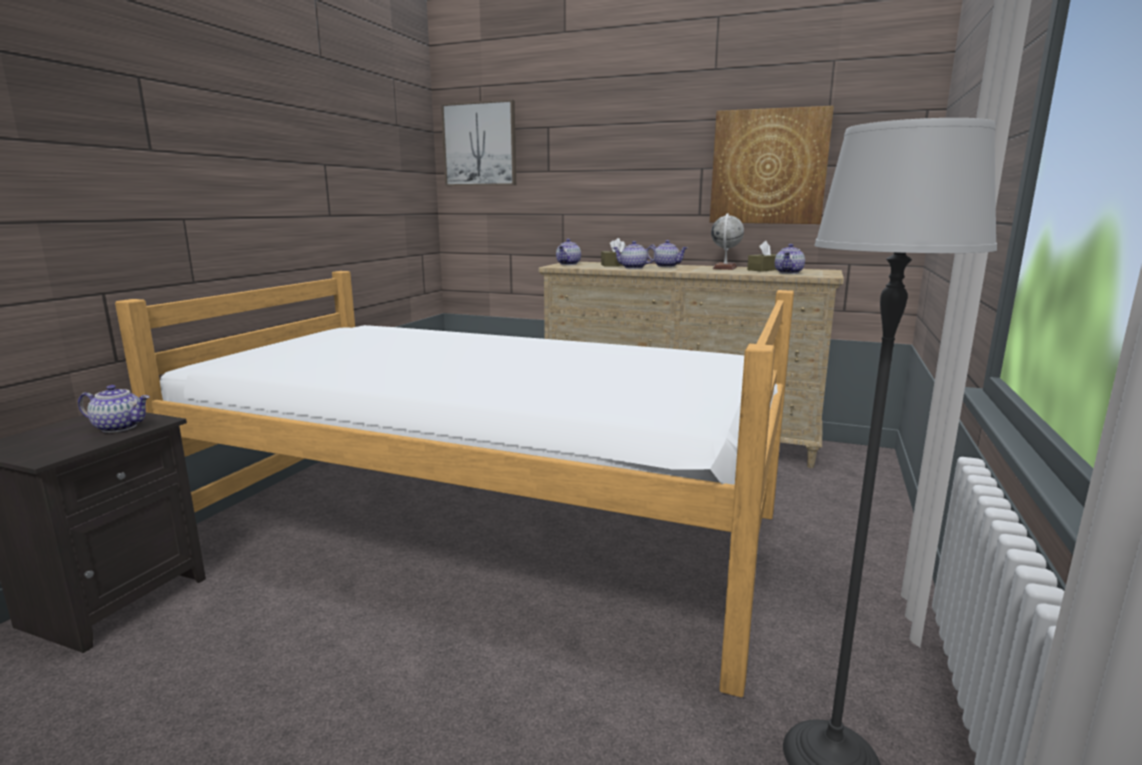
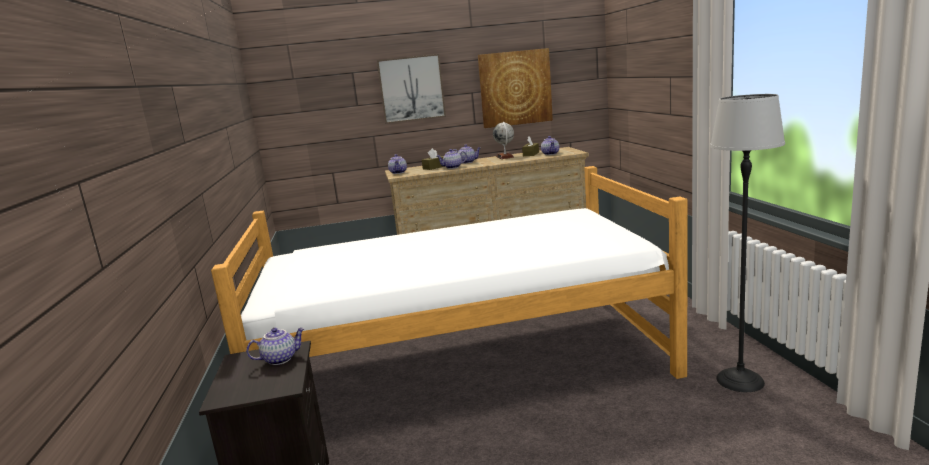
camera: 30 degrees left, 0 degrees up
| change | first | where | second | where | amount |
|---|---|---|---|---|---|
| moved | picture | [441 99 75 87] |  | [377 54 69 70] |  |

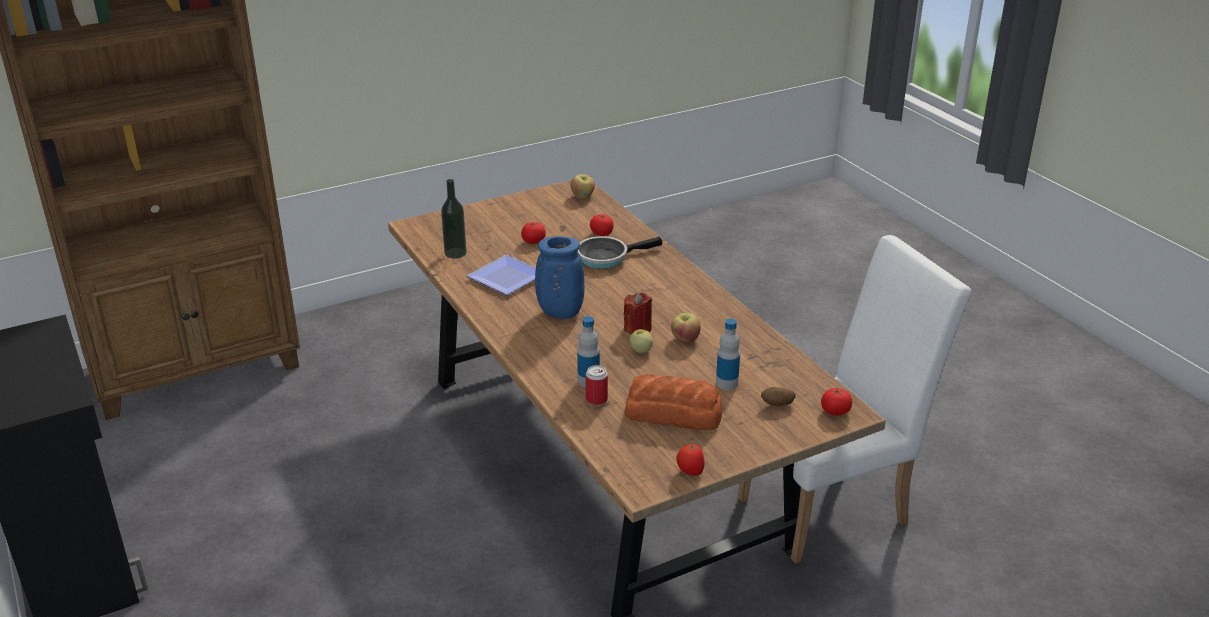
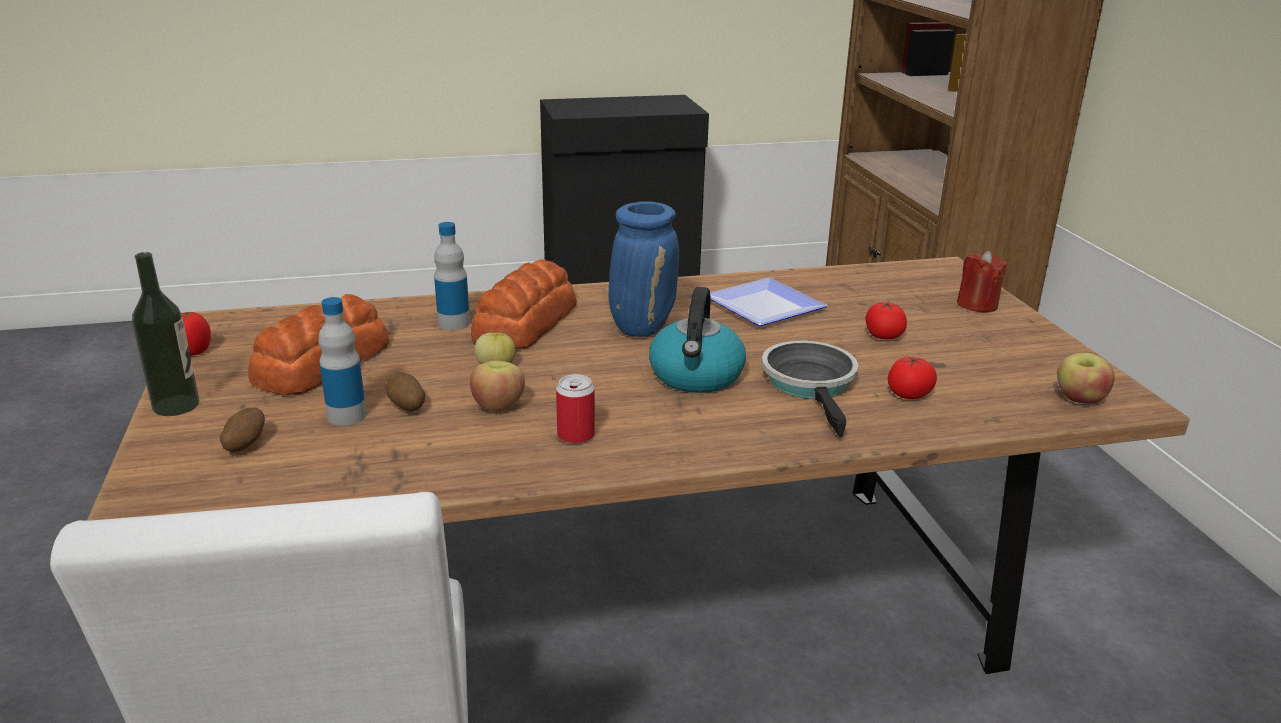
camera: 105 degrees right, 5 degrees down
| change | first | where | second | where | amount |
|---|---|---|---|---|---|
| moved | bottle | [441 179 26 80] |  | [132 252 67 164] |  |
| added |  |  | potato | [386 373 39 38] |  |
| added |  |  | bread | [471 259 106 91] |  |
| moved | can | [586 365 22 40] |  | [556 374 39 70] |  |
| added |  |  | kettle | [649 287 97 106] |  |
| moved | candle in red | [624 292 28 42] |  | [957 251 50 62] |  |
| removed | tomato | [821 388 31 28] |  |  |  |

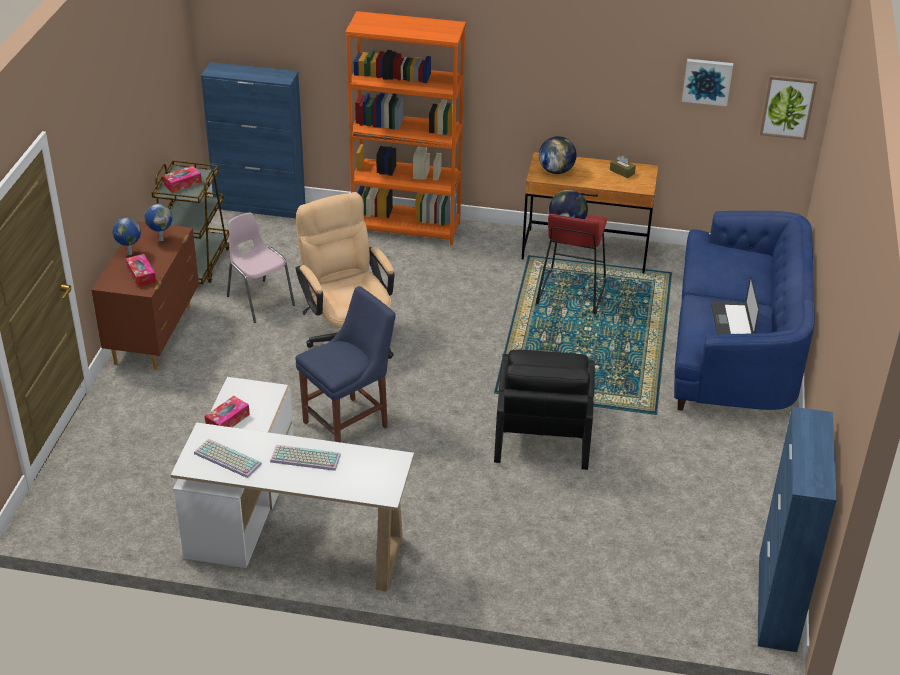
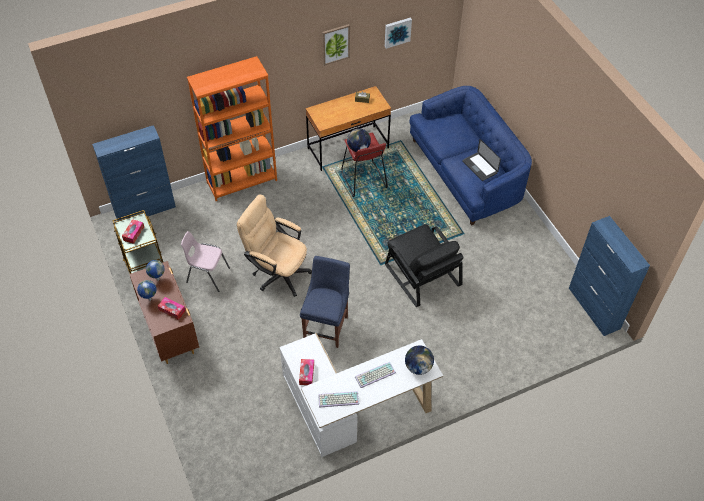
camera: 35 degrees left, 15 degrees up
| change | first | where | second | where | amount |
|---|---|---|---|---|---|
| moved | picture | [760 75 57 65] |  | [322 24 28 42] |  |
| moved | globe | [539 136 38 38] |  | [405 345 29 30] |  |

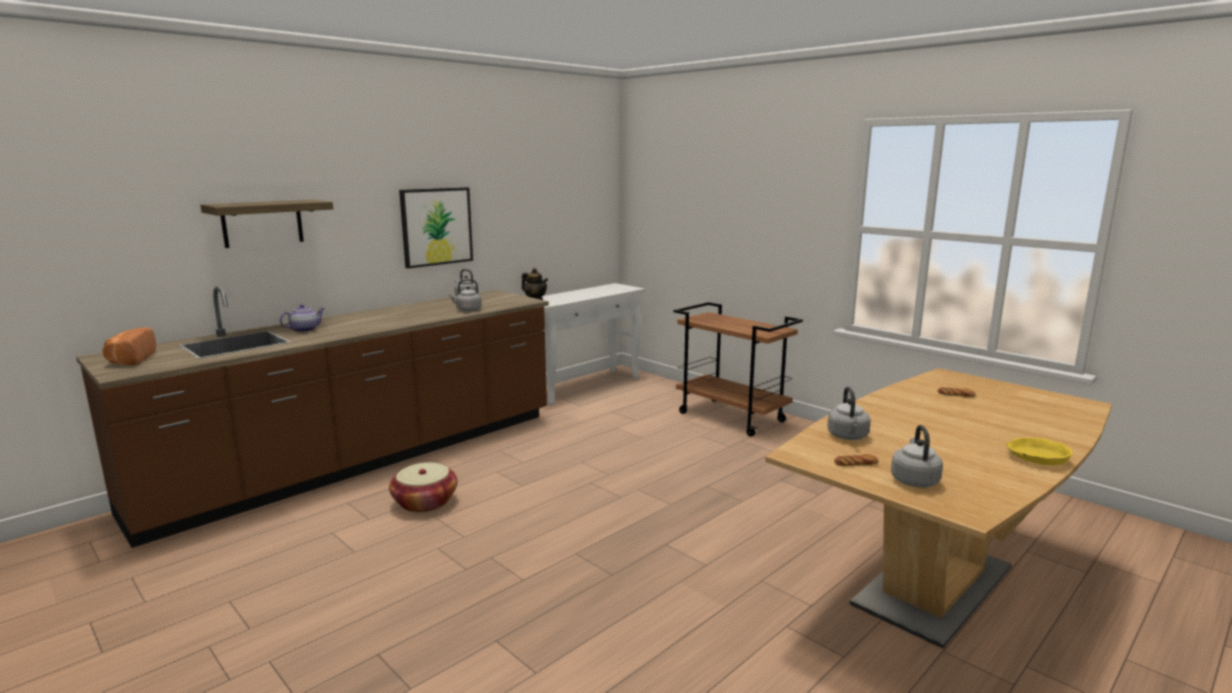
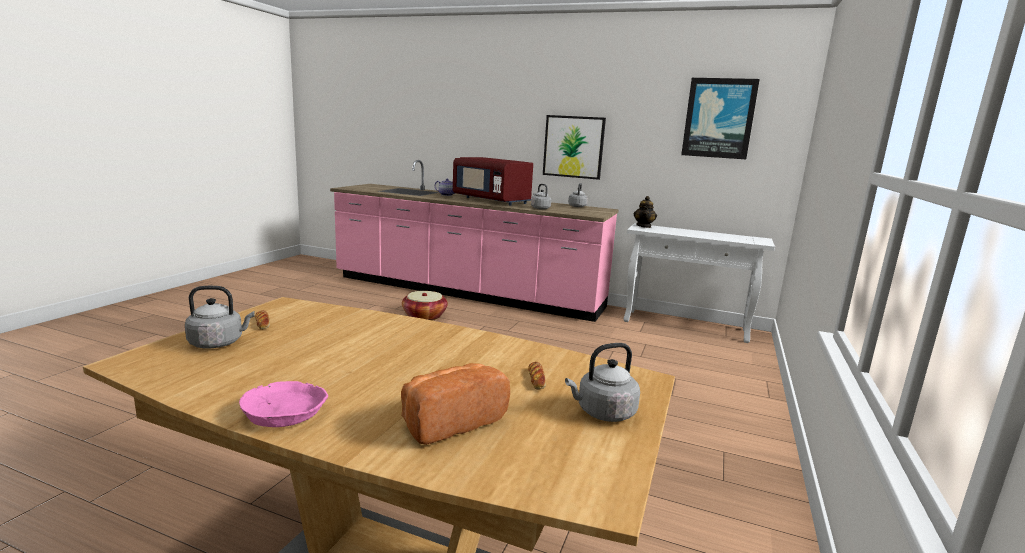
camera: 65 degrees right, 0 degrees up
| change | first | where | second | where | amount |
|---|---|---|---|---|---|
| recoloured | bowl in yellow | [1006 438 67 27] | bowl in pink | [239 381 89 46] |  |
| recoloured | counter in brown | [76 286 473 262] | counter in pink | [330 160 289 162] |  |
| moved | bread | [102 327 54 38] |  | [401 363 109 82] |  |
| added |  |  | microwave in red | [453 157 80 49] |  |
| moved | kettle in grey | [827 387 44 53] |  | [565 343 75 79] |  |
| added |  |  | picture | [681 78 79 81] |  |
| removed | shelf | [201 200 132 48] |  |  |  |
| removed | cart in brown | [674 302 129 135] |  |  |  |

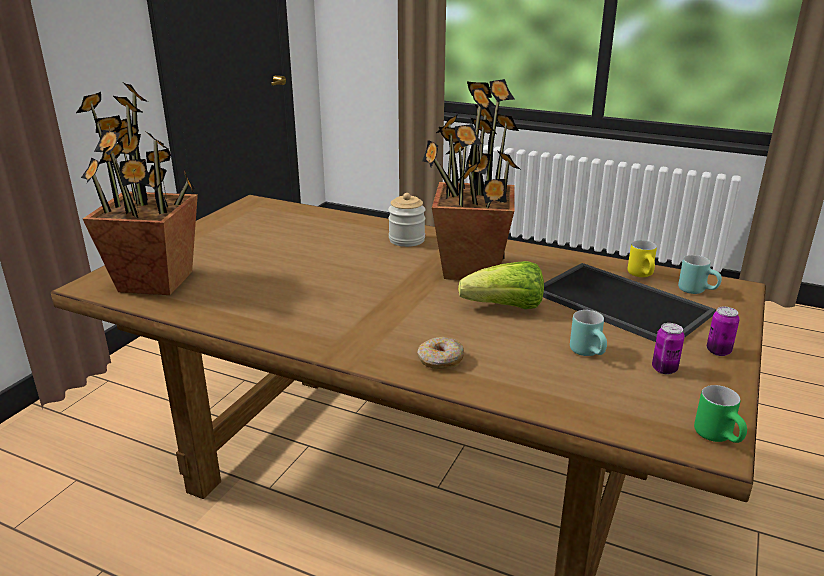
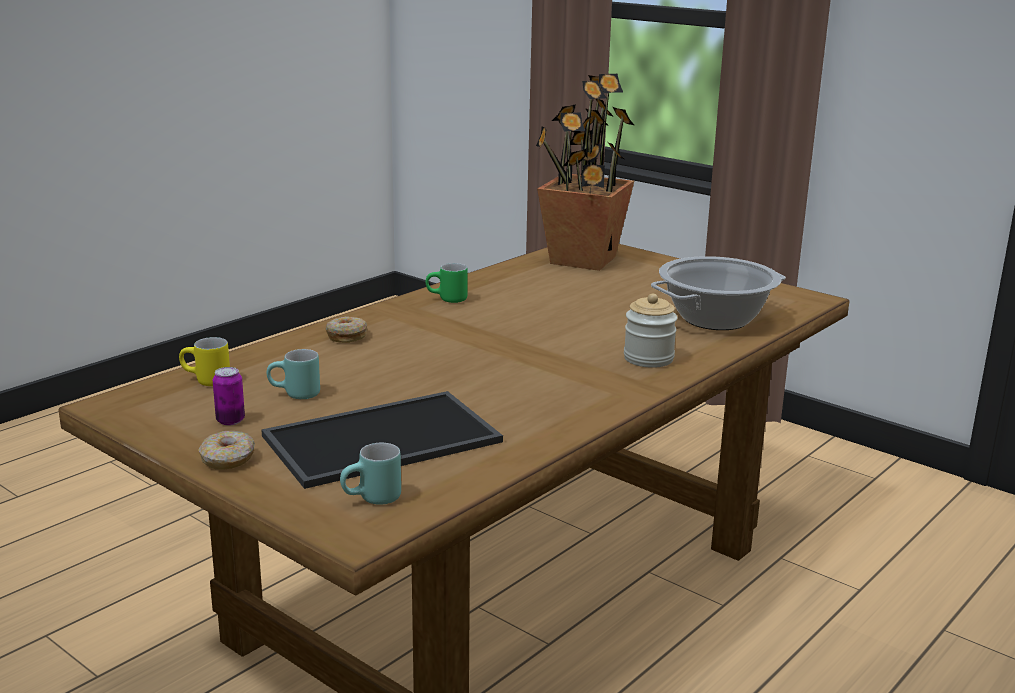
camera: 105 degrees right, 5 degrees down
| change | first | where | second | where | amount |
|---|---|---|---|---|---|
| moved | mug in yellow | [628 240 29 37] |  | [179 337 51 49] |  |
| replaced | can | [707 307 33 49] | donut | [198 431 57 39] |  |
| moved | mug in green | [694 385 53 58] |  | [426 263 42 40] |  |
| added |  |  | cooking pot | [651 256 135 74] |  |
| removed | potted plant | [422 79 98 201] |  |  |  |
| removed | lettuce | [458 261 86 48] |  |  |  |

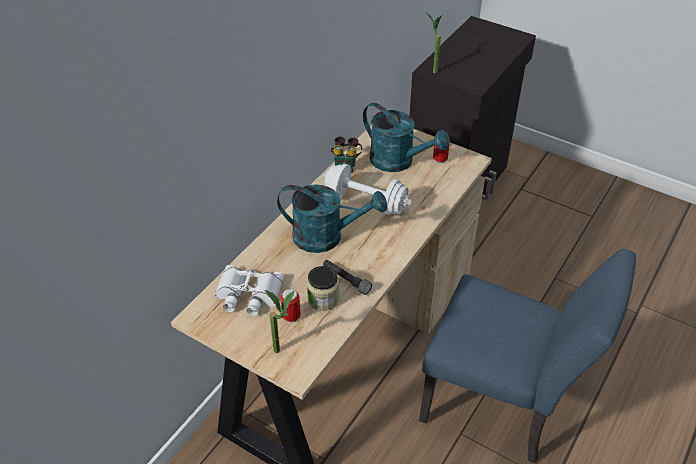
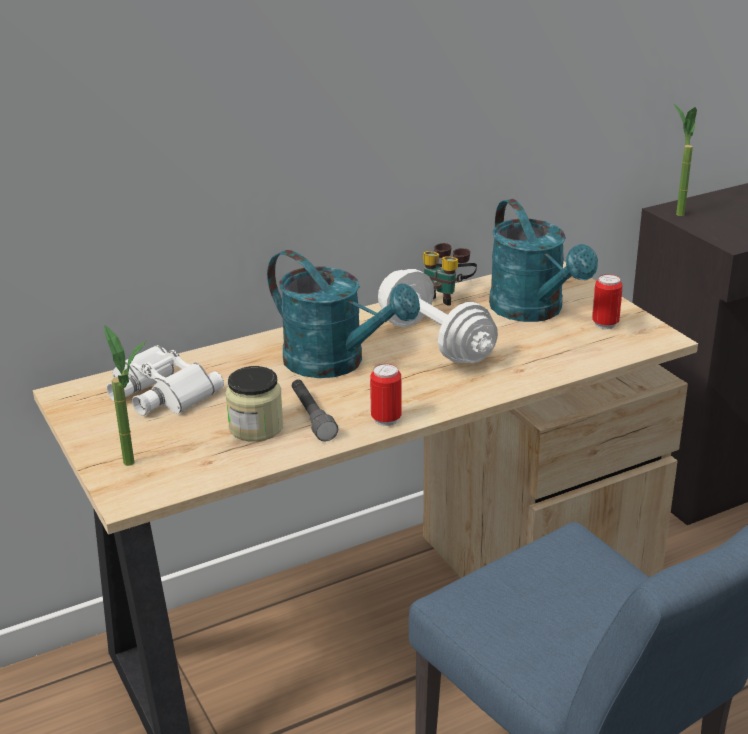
camera: 30 degrees right, 15 degrees down
| change | first | where | second | where | amount |
|---|---|---|---|---|---|
| moved | can | [280 289 21 34] |  | [370 364 32 62] |  |

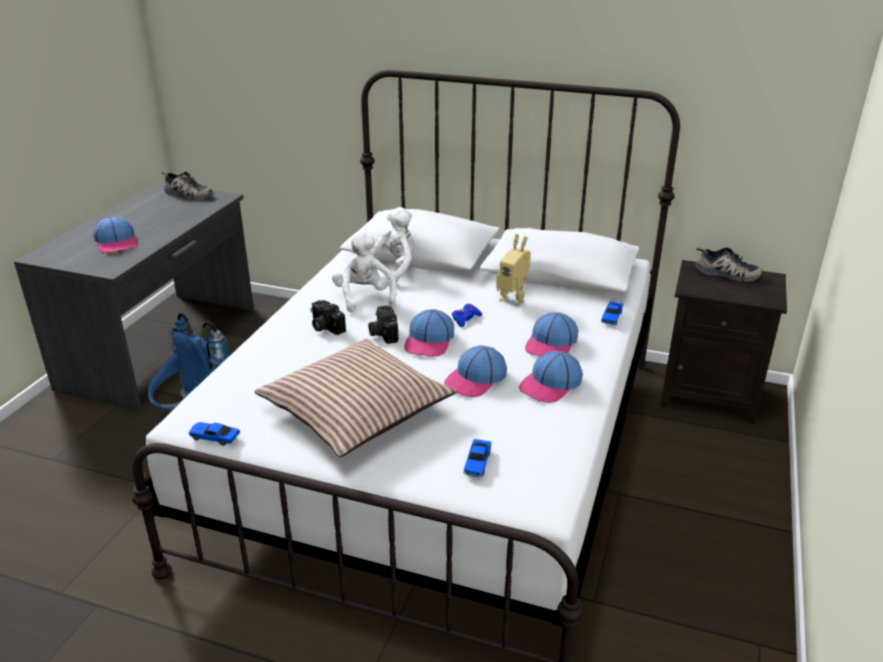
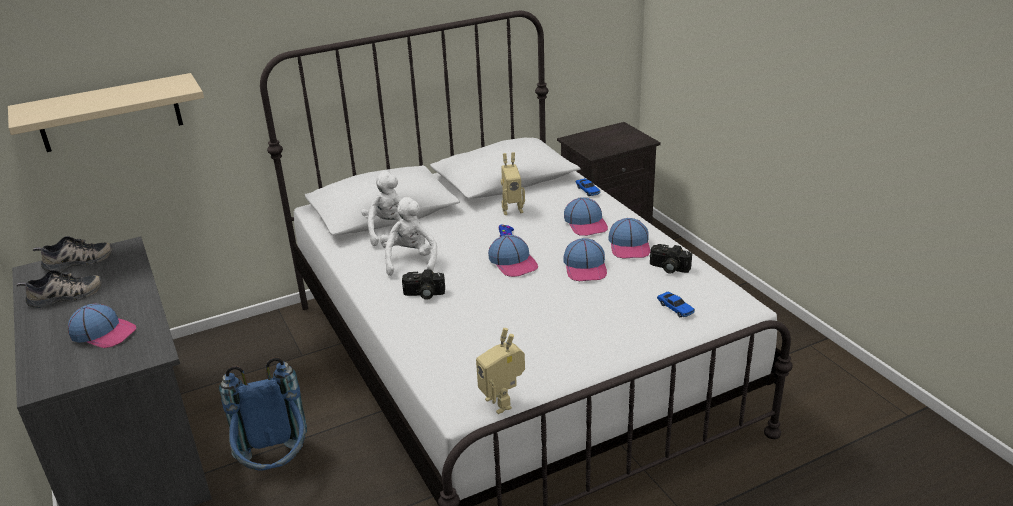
camera: 45 degrees left, 0 degrees up
| change | first | where | second | where | amount |
|---|---|---|---|---|---|
| added |  |  | shelf in beige | [8 73 196 79] |  |
| moved | shoe | [695 247 68 34] |  | [17 270 85 38] |  |
| turned | plush toy in white | [332 231 65 82] |  | [380 197 57 79] | 60 degrees clockwise |
| replaced | toy car | [189 422 51 24] | toy robot | [476 328 49 86] |  |
| moved | photo camera | [368 306 30 38] |  | [650 244 42 30] |  |
| removed | pillow | [255 339 202 118] |  |  |  |

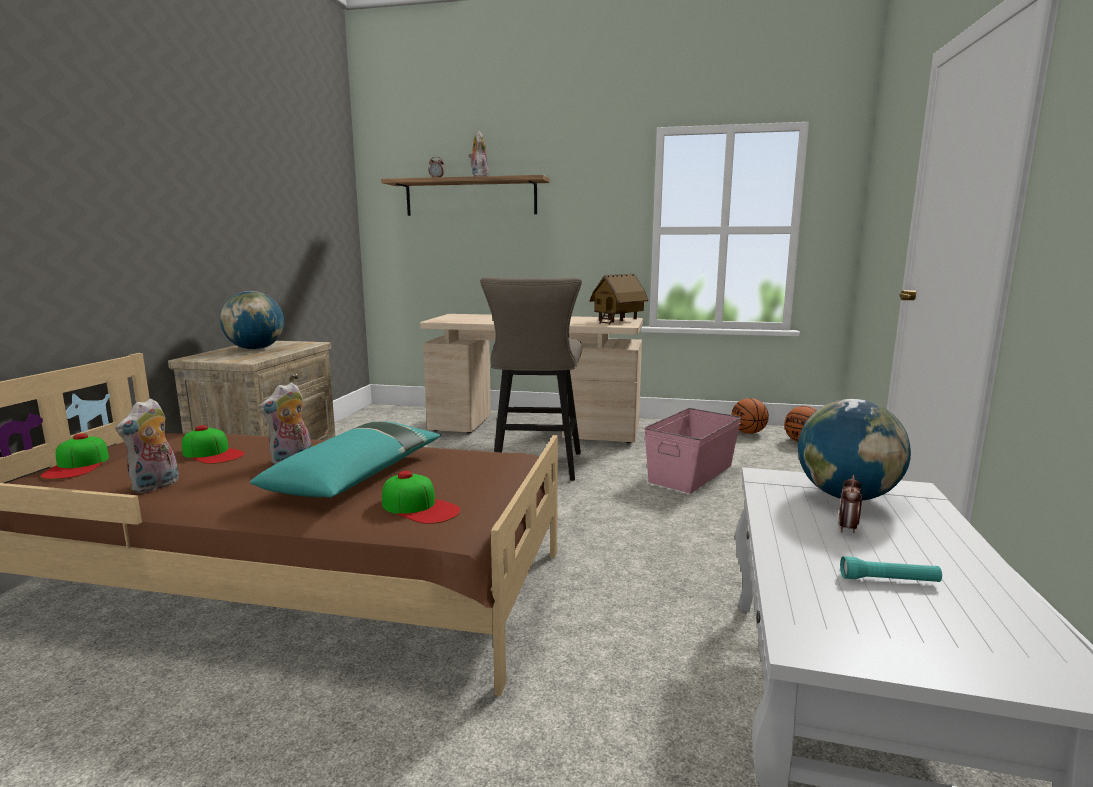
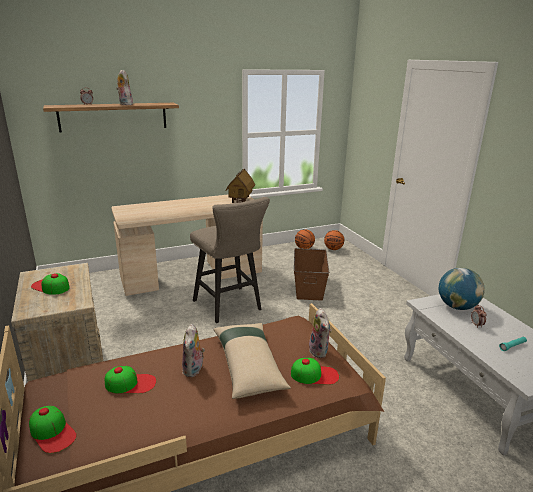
camera: 35 degrees left, 10 degrees up
| change | first | where | second | where | amount |
|---|---|---|---|---|---|
| replaced | globe | [220 291 64 59] | cap | [31 273 39 22] |  |
| recoloured | pillow in turquoise | [250 421 191 76] | pillow in beige | [214 323 77 76] |  |
| recoloured | storage box in pink | [644 408 97 85] | storage box in brown | [294 248 35 53] |  |
| moved | plush toy | [115 398 64 95] |  | [309 308 23 50] |  |

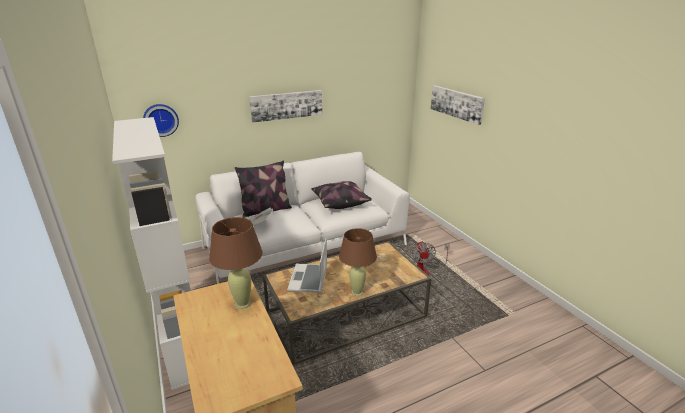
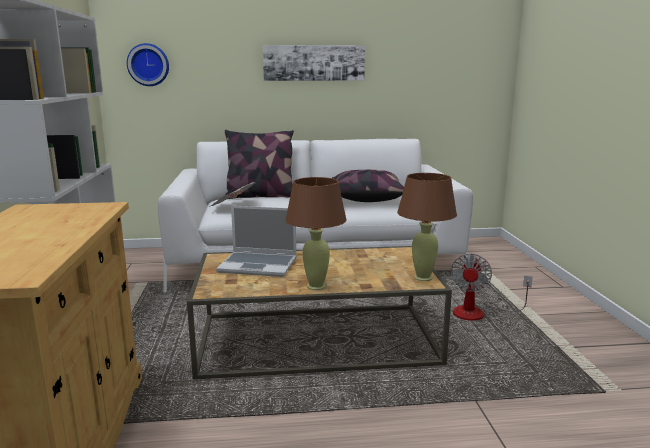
camera: 20 degrees right, 10 degrees down
| change | first | where | second | where | amount |
|---|---|---|---|---|---|
| turned | laptop | [287 238 40 55] |  | [216 206 81 71] | 105 degrees counterclockwise |
| moved | table lamp in brown | [209 217 54 92] |  | [397 173 60 108] |  |
| removed | picture | [431 86 54 39] |  |  |  |

